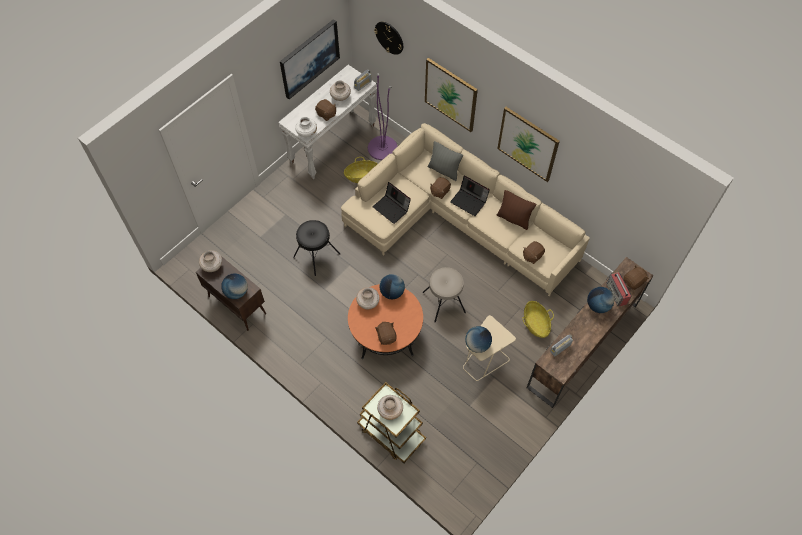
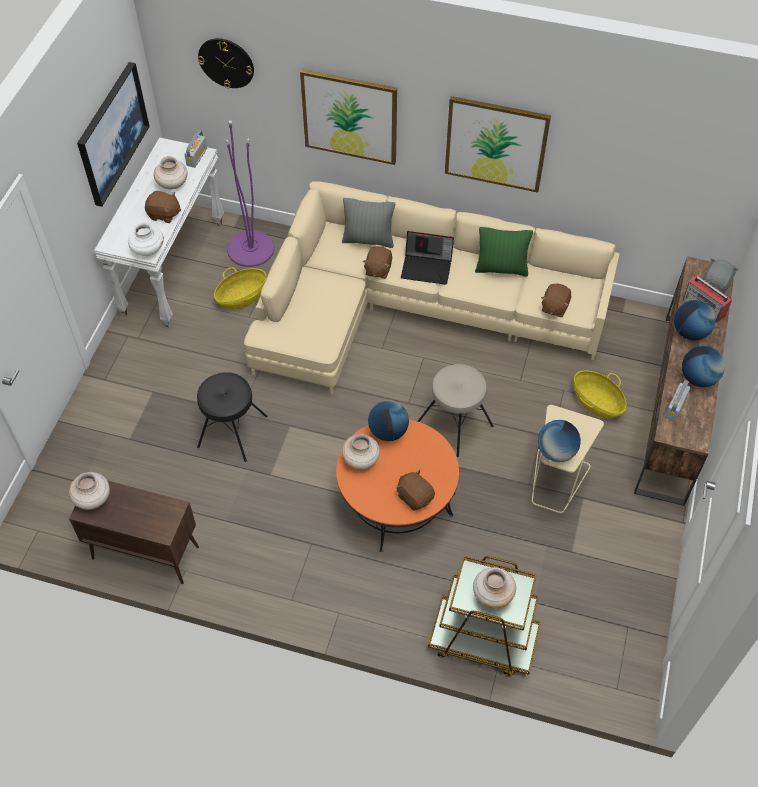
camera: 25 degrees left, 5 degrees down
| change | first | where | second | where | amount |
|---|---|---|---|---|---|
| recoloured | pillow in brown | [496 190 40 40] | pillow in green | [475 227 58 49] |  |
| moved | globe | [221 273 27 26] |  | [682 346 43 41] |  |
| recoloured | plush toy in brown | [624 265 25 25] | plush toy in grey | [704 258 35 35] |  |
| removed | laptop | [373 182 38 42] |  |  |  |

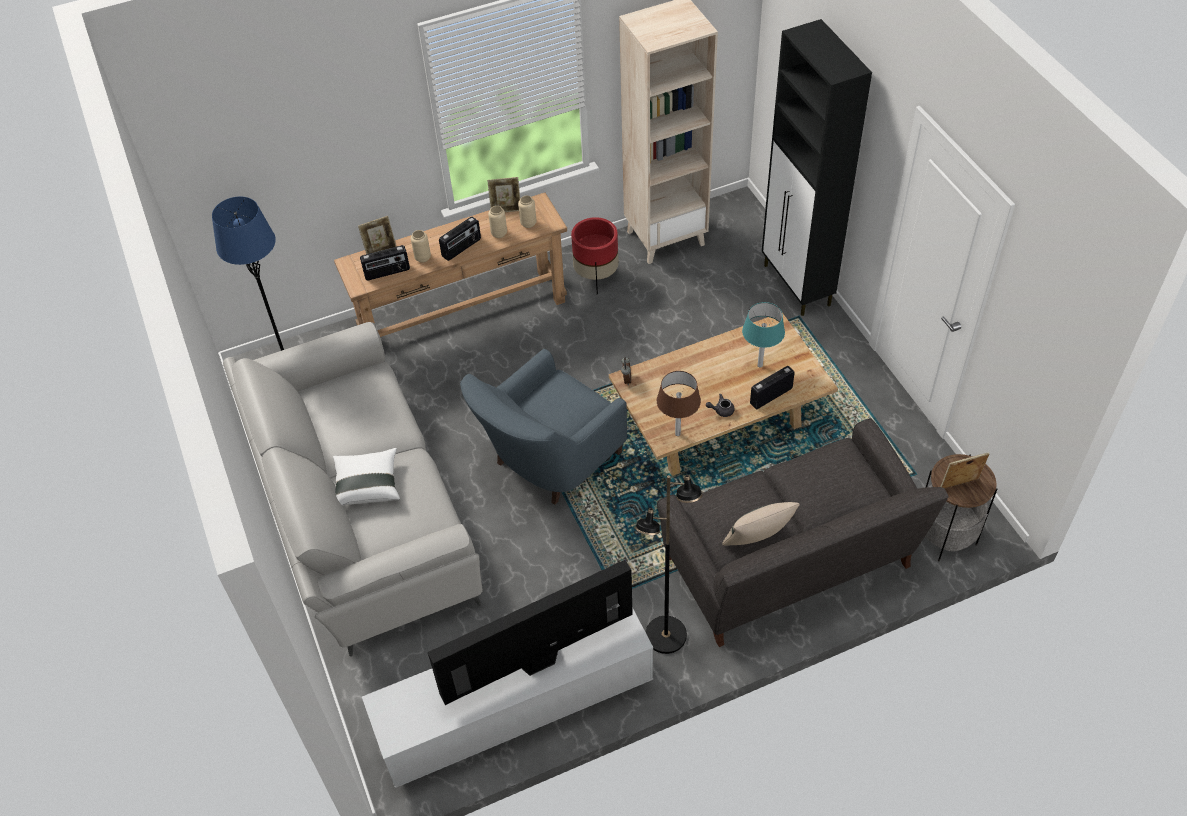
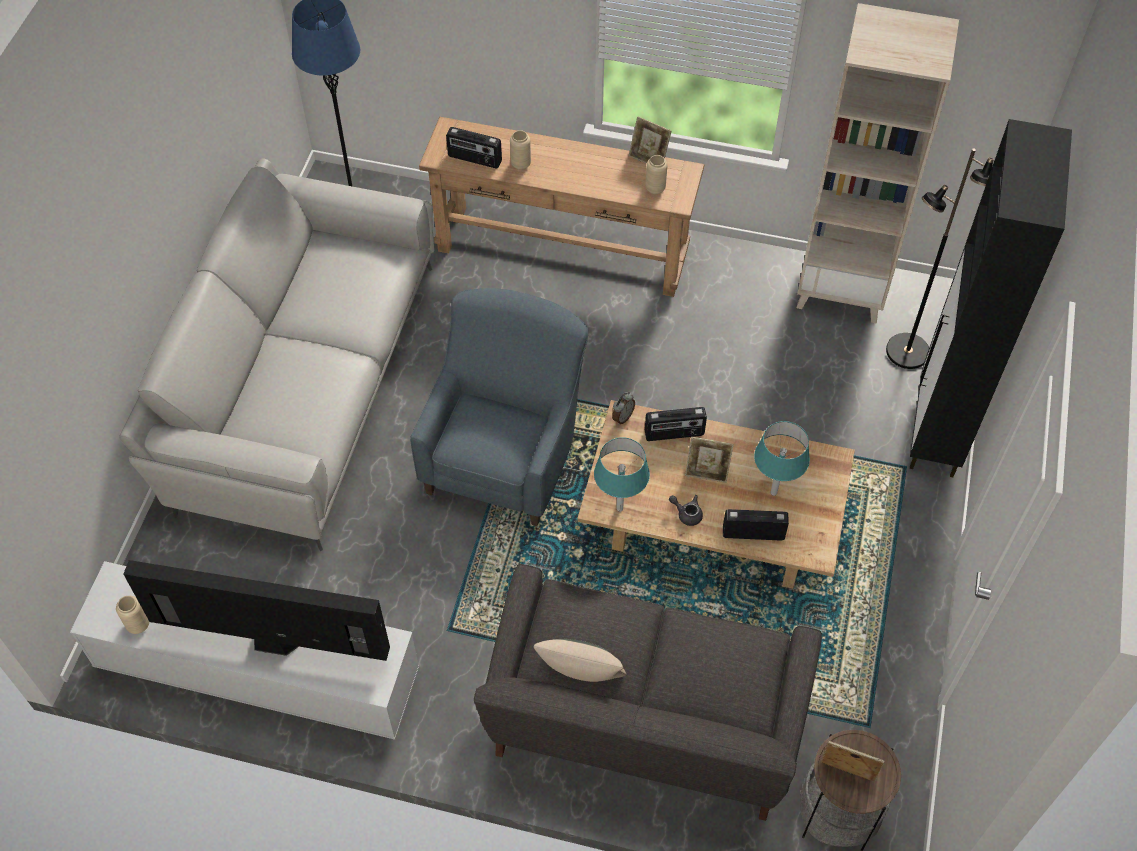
camera: 35 degrees right, 5 degrees up
| change | first | where | second | where | amount |
|---|---|---|---|---|---|
| moved | vase in beige | [488 206 19 32] |  | [116 596 33 38] |  |
| turned | armchair in blue | [460 349 167 156] |  | [410 288 178 238] | 120 degrees clockwise |
| recoloured | table lamp in brown | [657 371 44 65] | table lamp in turquoise | [594 437 56 75] |  |
| moved | radio | [439 217 42 44] |  | [645 407 62 34] |  |
| moved | picture frame | [358 216 39 38] |  | [685 437 49 46] |  |
| moved | floor lamp in black | [635 475 67 179] |  | [886 148 108 221] |  |
| removed | pillow in white | [333 448 67 58] |  |  |  |
| removed | planter in red | [571 217 48 78] |  |  |  |

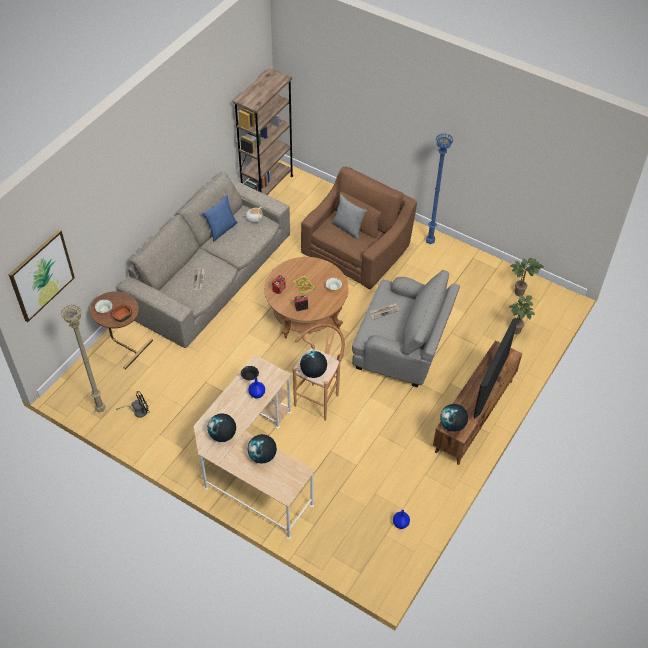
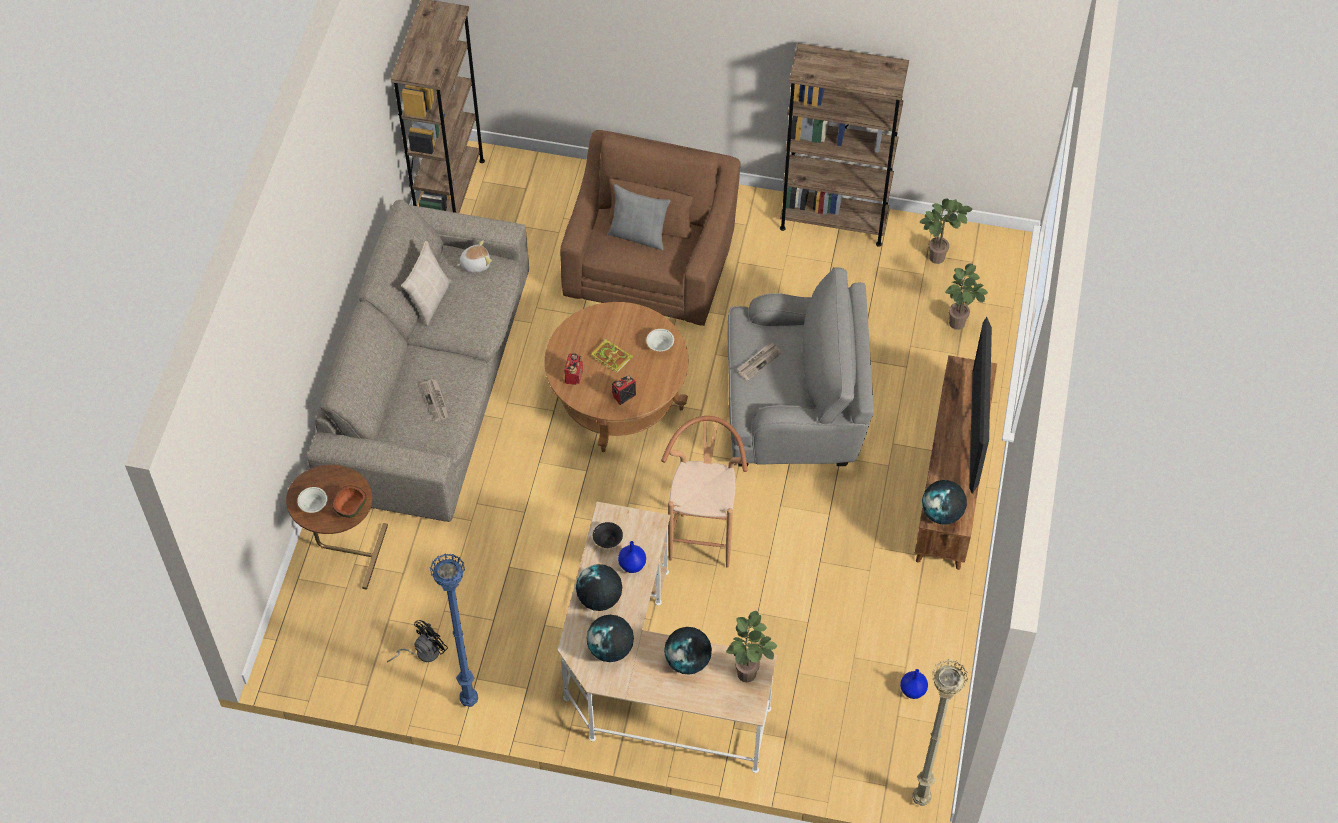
camera: 20 degrees left, 5 degrees up
| change | first | where | second | where | amount |
|---|---|---|---|---|---|
| recoloured | pillow in blue | [202 195 36 46] | pillow in beige | [401 241 50 85] |  |
| moved | floor lamp in blue | [426 133 27 111] |  | [430 553 48 154] |  |
| moved | globe | [300 351 27 27] |  | [576 564 46 47] |  |
| added |  |  | potted plant | [726 611 51 71] |  |
| added |  |  | bookcase in brown | [780 43 129 204] |  |
| moved | floor lamp in beige | [61 304 45 108] |  | [912 659 56 147] |  |
| removed | picture | [8 230 67 92] |  |  |  |

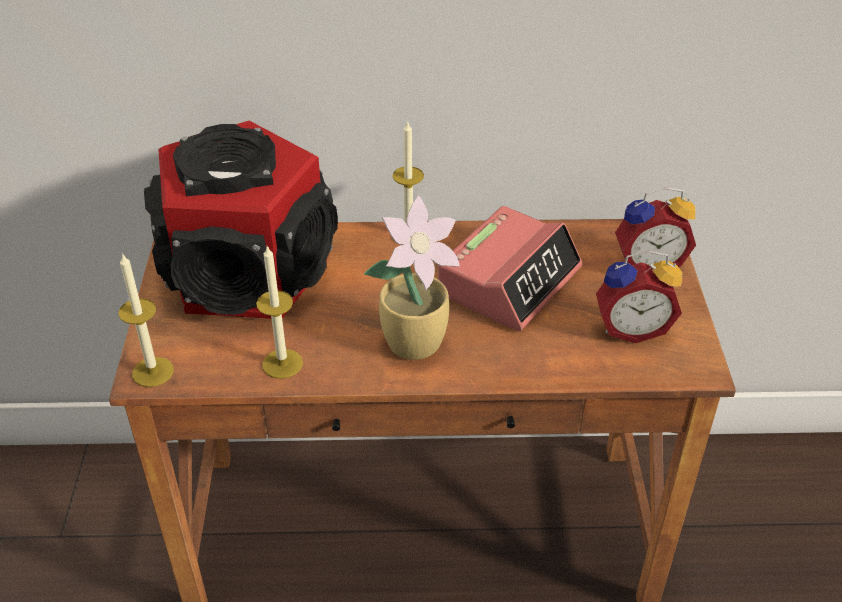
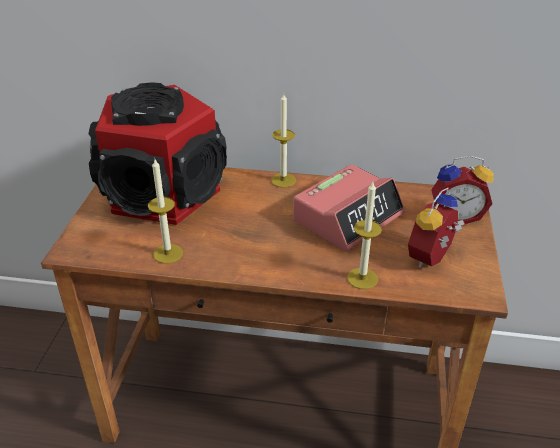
camera: 10 degrees right, 5 degrees down
| change | first | where | second | where | amount |
|---|---|---|---|---|---|
| moved | candle | [119 253 55 134] |  | [347 182 35 107] |  |
| turned | alarm clock | [596 251 86 92] |  | [408 188 57 80] | 120 degrees clockwise |
| removed | potted plant | [364 195 96 165] |  |  |  |

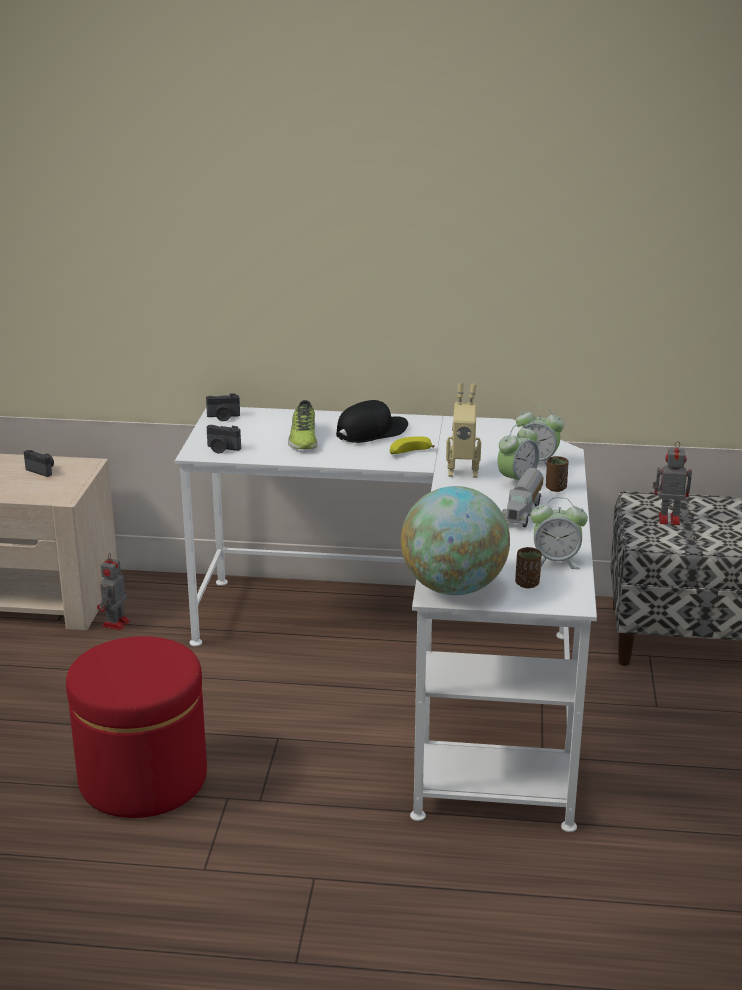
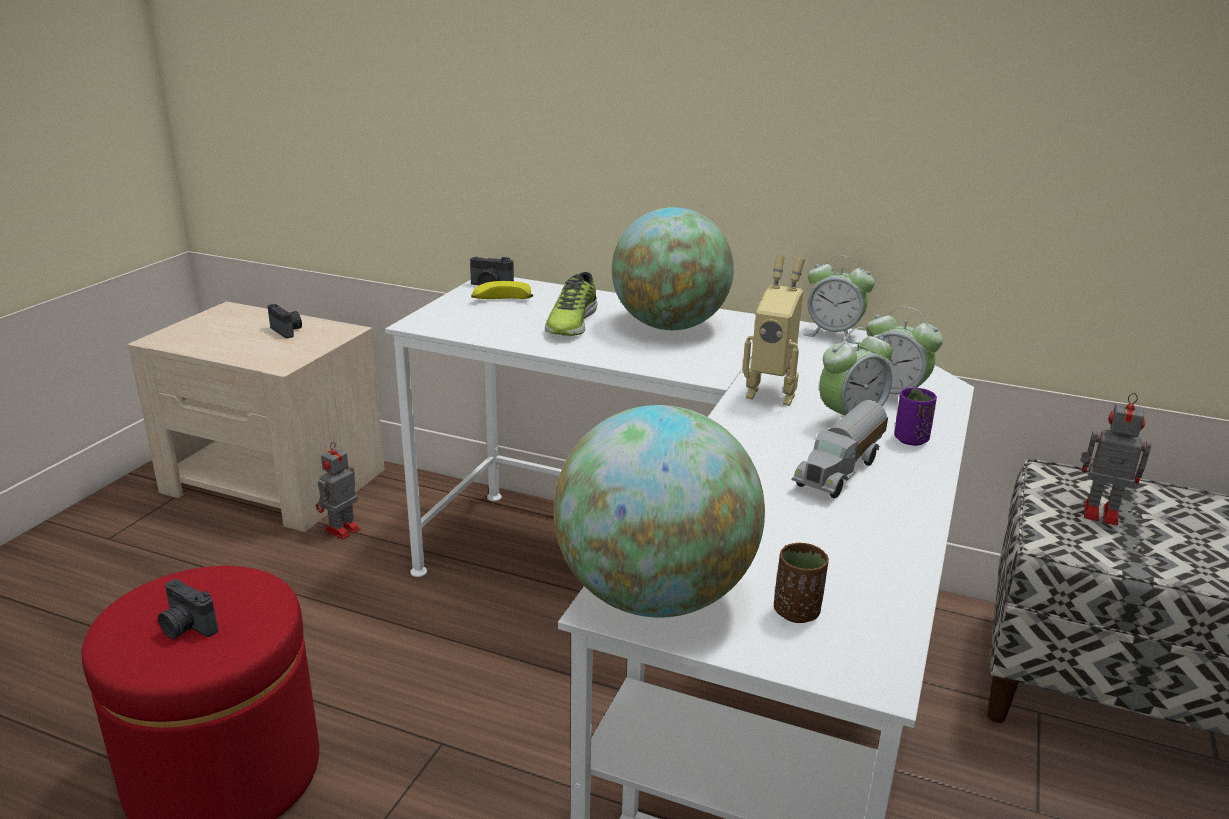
camera: 15 degrees right, 0 degrees up
| change | first | where | second | where | amount |
|---|---|---|---|---|---|
| moved | photo camera | [207 425 34 29] |  | [158 579 60 60] |  |
| moved | banana | [390 436 45 18] |  | [471 281 62 18] |  |
| replaced | cap in black | [336 400 72 43] | globe | [612 207 122 123] |  |
| moved | alarm clock | [531 497 57 72] |  | [803 255 72 89] |  |
| recoloured | cup in brown | [546 456 23 36] | cup in purple | [894 387 43 59] |  |

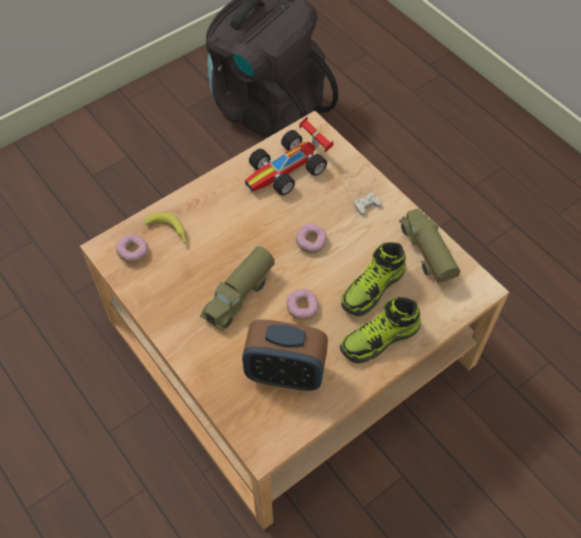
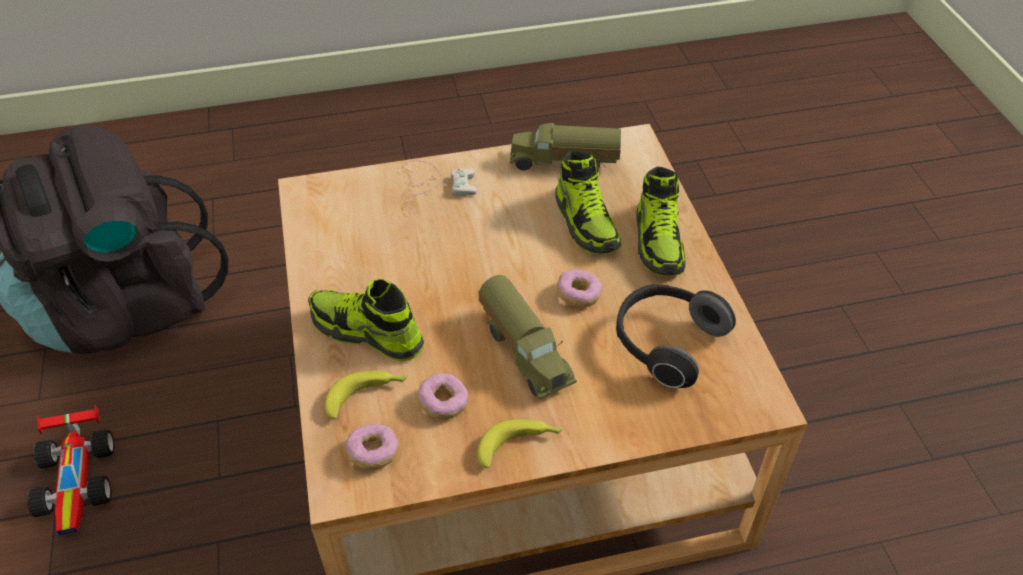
camera: 65 degrees left, 10 degrees down
| change | first | where | second | where | amount |
|---|---|---|---|---|---|
| moved | toy car | [245 117 88 78] |  | [27 405 87 130] |  |
| added |  |  | shoe | [308 279 116 83] |  |
| moved | donut | [296 224 31 29] |  | [418 373 51 46] |  |
| added |  |  | banana | [477 419 86 49] |  |
| replaced | alarm clock | [242 319 86 72] | headphones | [616 284 120 104] |  |

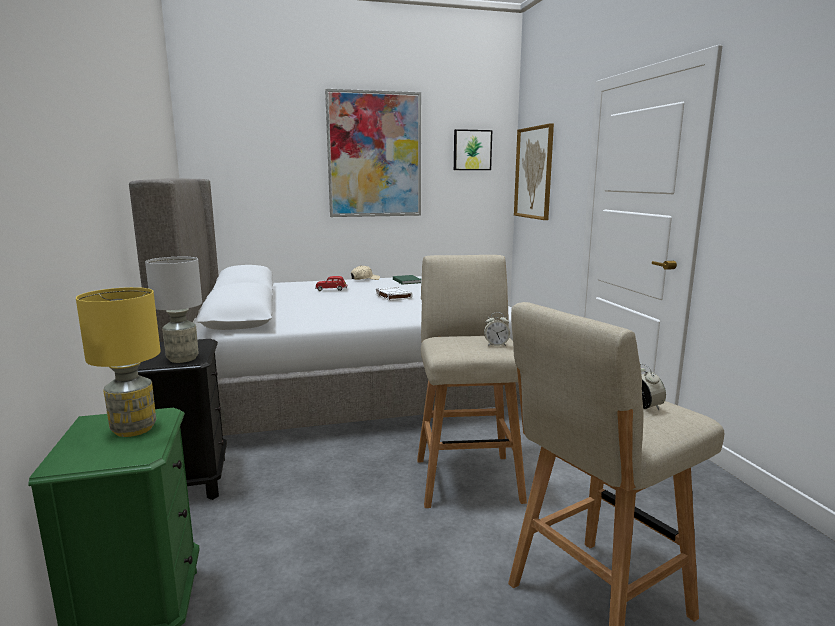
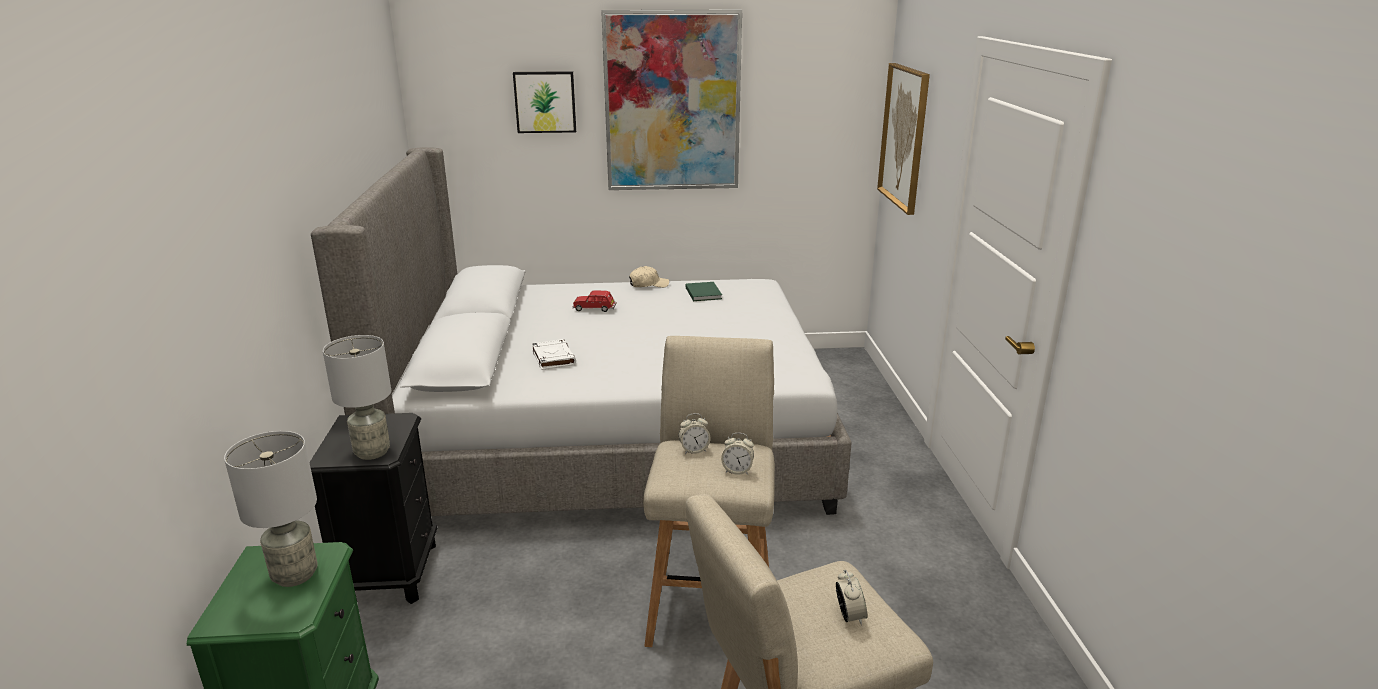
camera: 10 degrees right, 10 degrees up
| change | first | where | second | where | amount |
|---|---|---|---|---|---|
| recoloured | table lamp in yellow | [76 287 85 150] | table lamp in grey | [224 431 94 156] |  |
| moved | picture | [454 129 38 41] |  | [513 71 63 62] |  |
| moved | book in white | [375 287 38 14] |  | [532 339 44 31] |  |
| added |  |  | alarm clock | [679 413 32 41] |  |

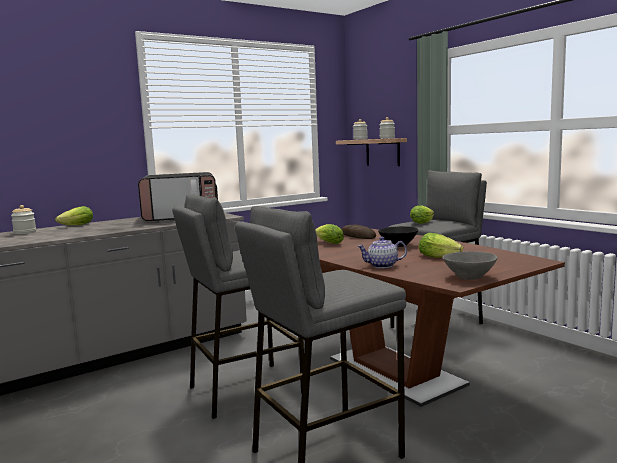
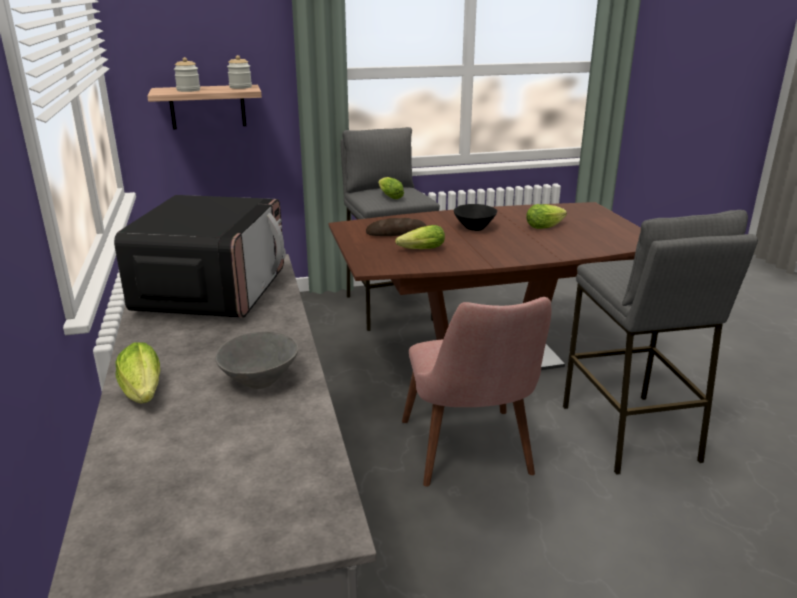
camera: 70 degrees left, 15 degrees up
| change | first | where | second | where | amount |
|---|---|---|---|---|---|
| moved | bowl in grey | [443 251 54 29] |  | [215 331 83 58] |  |
| replaced | stool in grey | [172 194 132 225] | chair in pink | [402 297 149 189] |  |
| removed | jar | [11 205 25 29] |  |  |  |
| removed | teapot | [358 237 49 31] |  |  |  |

